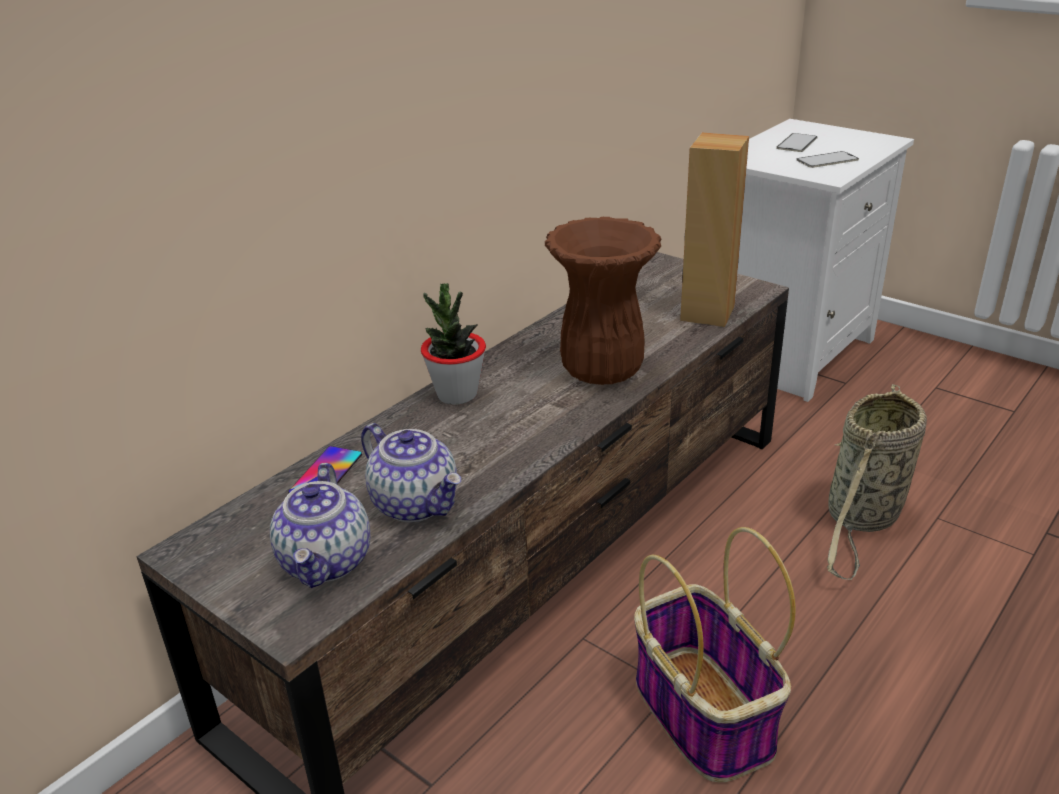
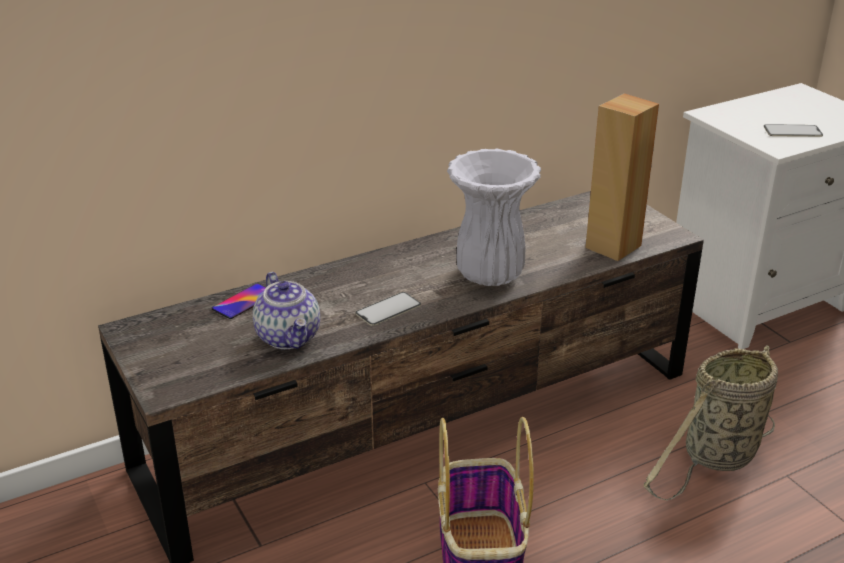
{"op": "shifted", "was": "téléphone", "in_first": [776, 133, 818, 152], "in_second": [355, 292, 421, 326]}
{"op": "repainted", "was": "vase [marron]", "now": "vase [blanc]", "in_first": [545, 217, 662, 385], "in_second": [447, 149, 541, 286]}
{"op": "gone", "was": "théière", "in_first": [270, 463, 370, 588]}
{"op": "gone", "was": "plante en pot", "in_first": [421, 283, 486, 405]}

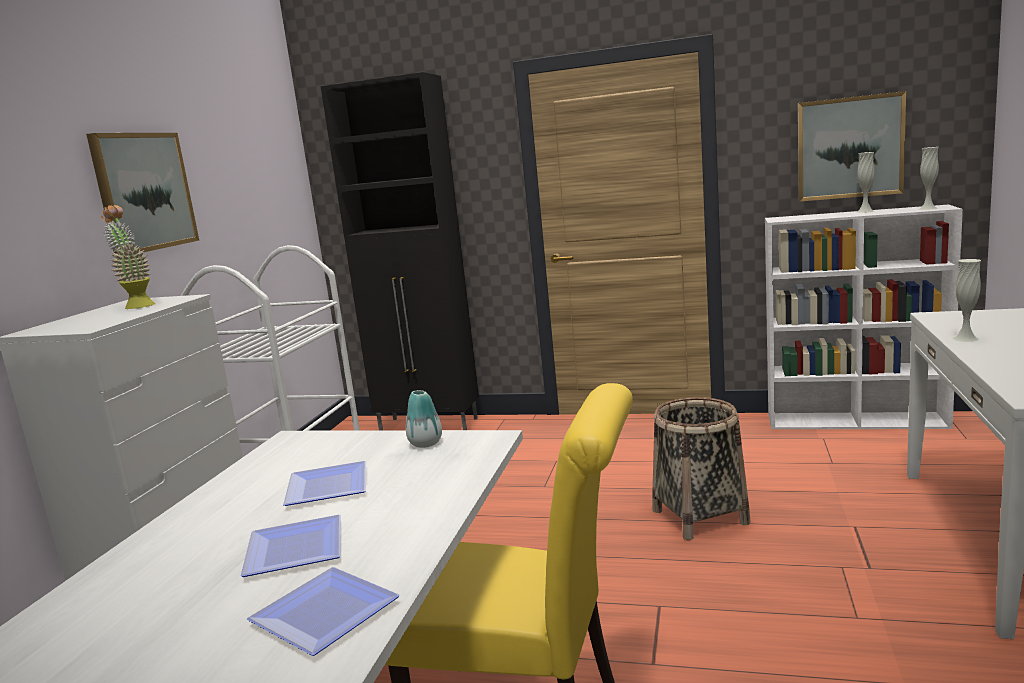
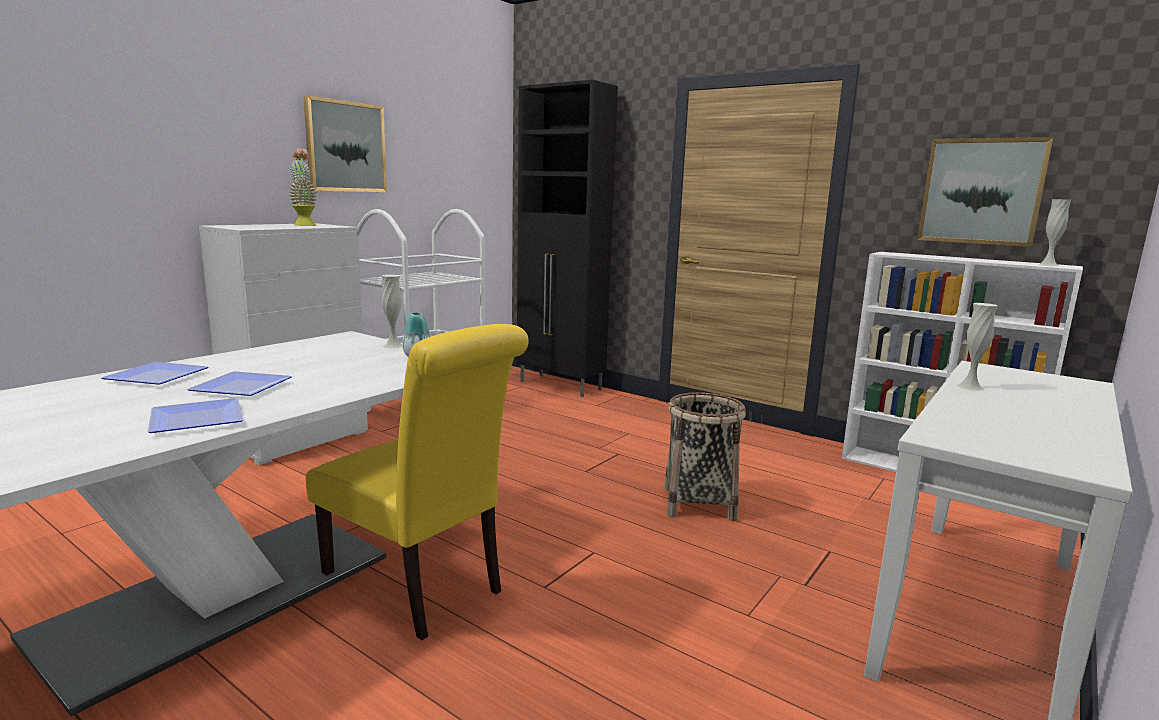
{"op": "shifted", "was": "assiette", "in_first": [283, 461, 366, 506], "in_second": [102, 362, 208, 385]}
{"op": "shifted", "was": "vase [blanc]", "in_first": [857, 152, 874, 213], "in_second": [382, 275, 402, 349]}

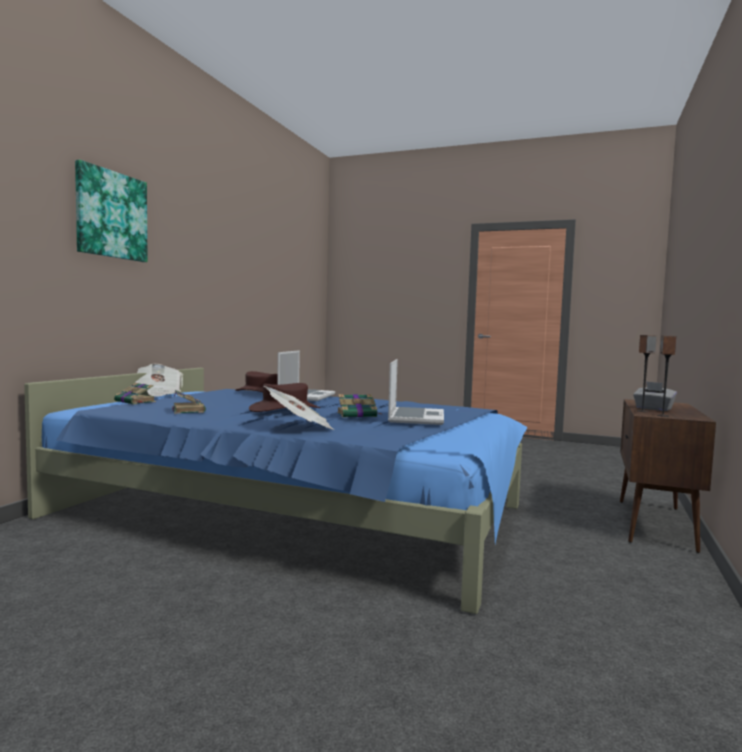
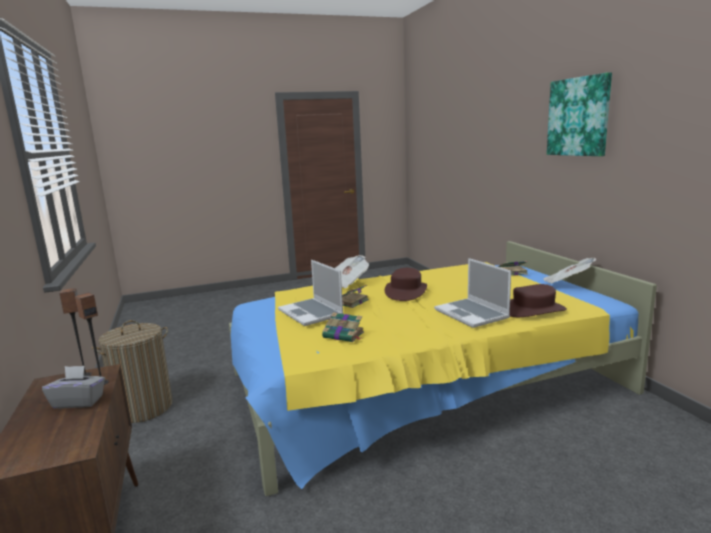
{"op": "new", "now": "panier à linge", "in_second": [92, 320, 172, 423]}
{"op": "repainted", "was": "lit [bleu]", "now": "lit [jaune]", "in_first": [24, 368, 528, 614], "in_second": [229, 241, 657, 496]}
{"op": "shifted", "was": "livre", "in_first": [172, 390, 206, 414], "in_second": [322, 312, 364, 342]}

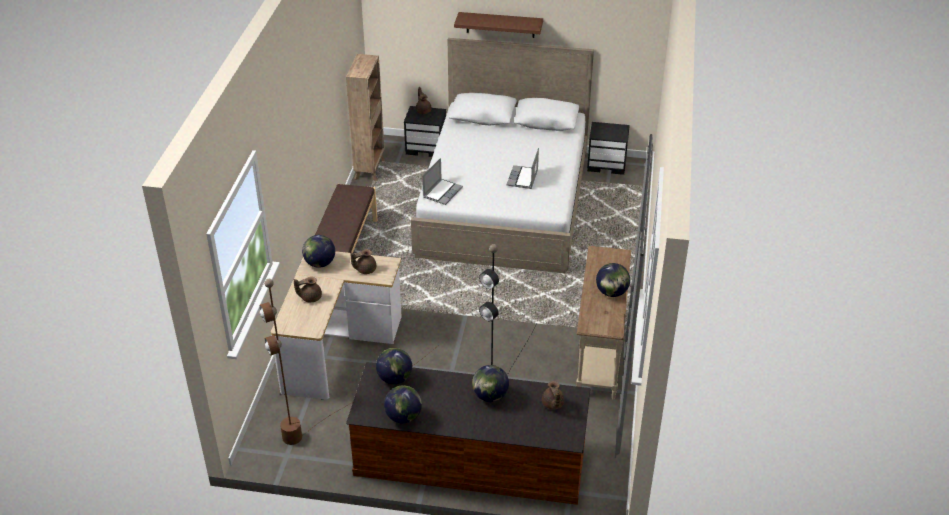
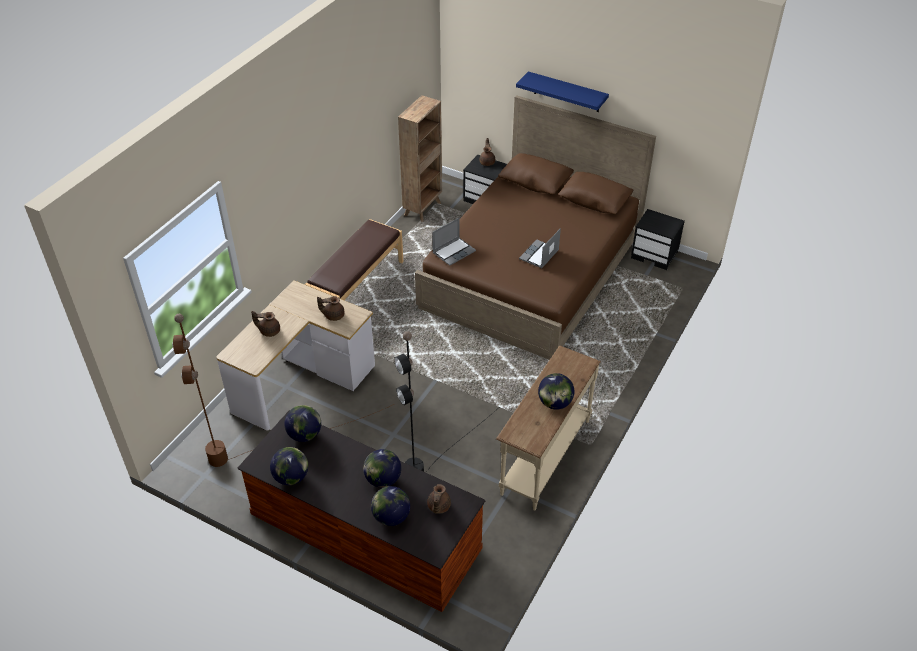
{"op": "shifted", "was": "globe", "in_first": [302, 235, 335, 268], "in_second": [371, 486, 410, 526]}
{"op": "repainted", "was": "lit [blanc]", "now": "lit [marron]", "in_first": [411, 38, 594, 273], "in_second": [415, 95, 656, 360]}
{"op": "repainted", "was": "étagère [marron]", "now": "étagère [bleu]", "in_first": [454, 12, 543, 38], "in_second": [516, 71, 609, 112]}

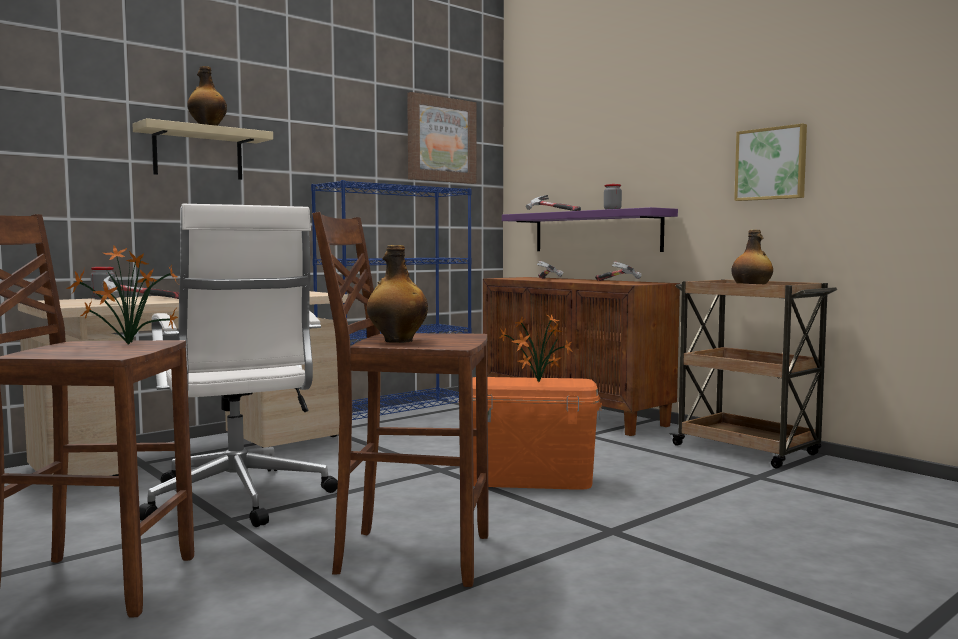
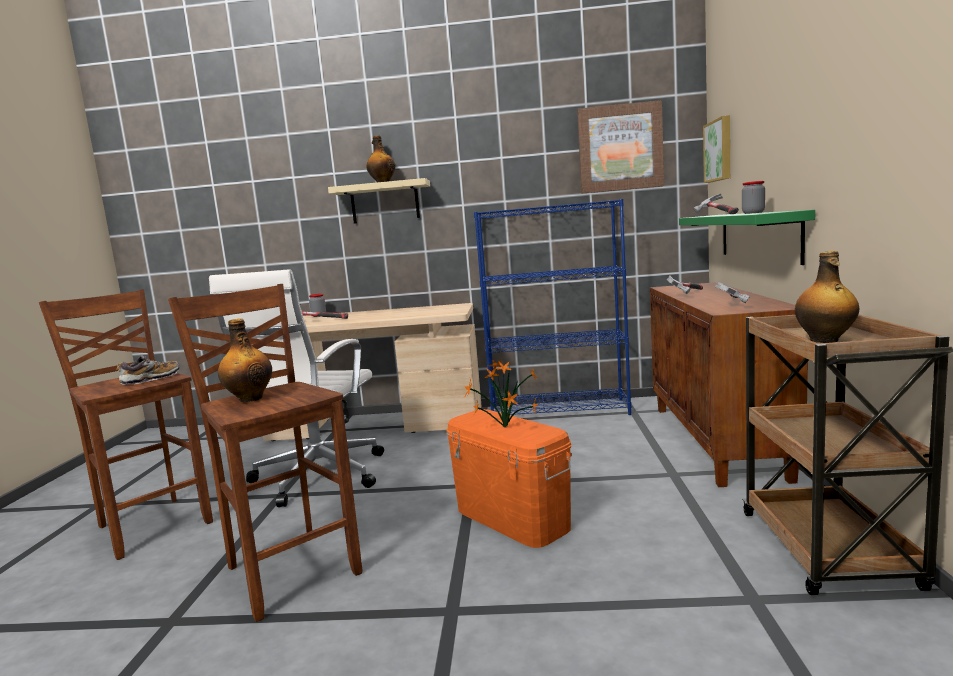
{"op": "swapped", "was": "plante en pot", "now": "chaussure", "in_first": [66, 246, 178, 344], "in_second": [116, 355, 179, 385]}
{"op": "repainted", "was": "étagère [violet]", "now": "étagère [vert]", "in_first": [502, 207, 678, 252], "in_second": [679, 210, 815, 265]}
{"op": "shifted", "was": "tableau", "in_first": [734, 123, 807, 201], "in_second": [703, 115, 730, 183]}

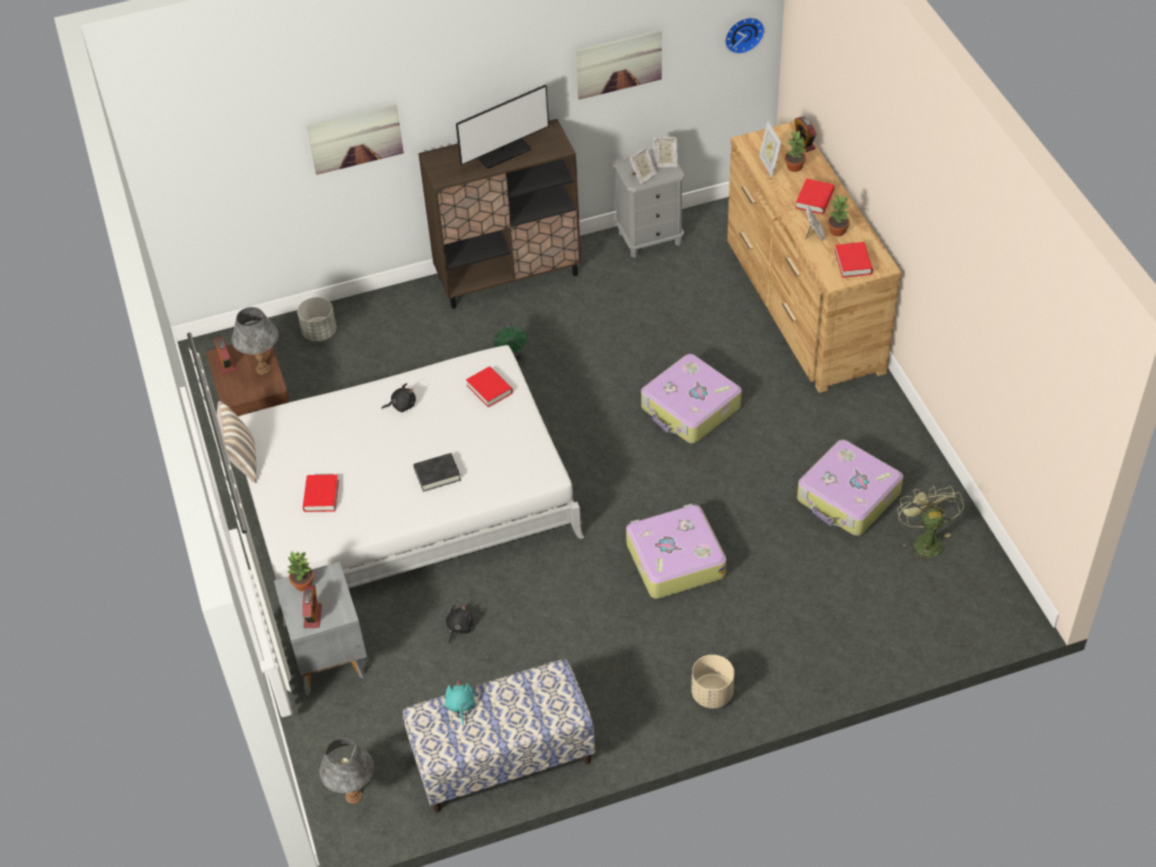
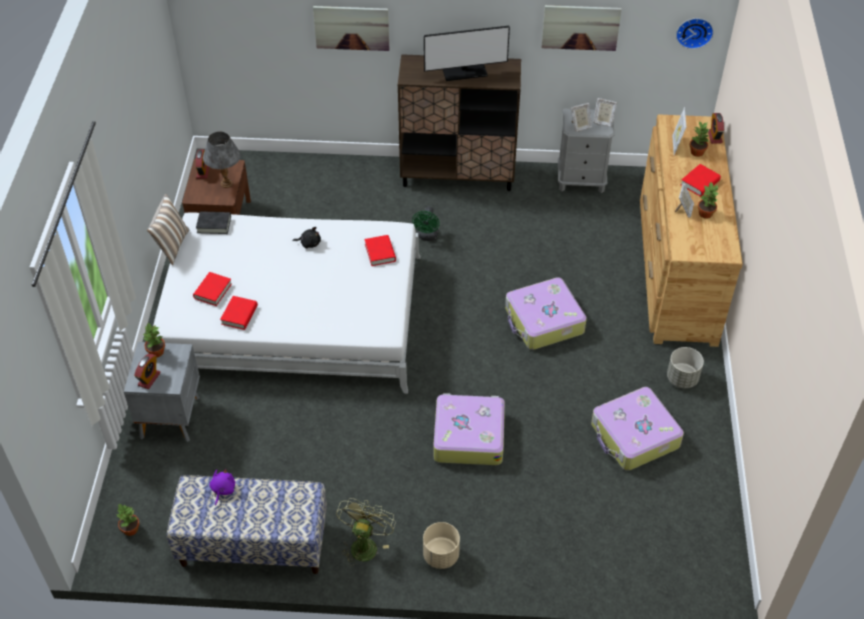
{"op": "swapped", "was": "lampe de table [gris]", "now": "plante en pot", "in_first": [319, 738, 374, 804], "in_second": [116, 504, 139, 536]}
{"op": "shifted", "was": "livre [noir]", "in_first": [413, 453, 461, 492], "in_second": [196, 211, 231, 234]}
{"op": "repainted", "was": "peluche [turquoise]", "now": "peluche [violet]", "in_first": [445, 680, 475, 725], "in_second": [210, 468, 235, 506]}
{"op": "shifted", "was": "livre [rouge]", "in_first": [835, 242, 873, 278], "in_second": [220, 296, 258, 330]}
{"op": "shifted", "was": "ventilateur [vert]", "in_first": [897, 485, 964, 565], "in_second": [336, 498, 396, 566]}
{"op": "shifted", "was": "cache-pot [gris]", "in_first": [297, 297, 336, 342], "in_second": [667, 347, 704, 388]}
{"op": "gone", "was": "peluche [noir]", "in_first": [446, 605, 473, 643]}

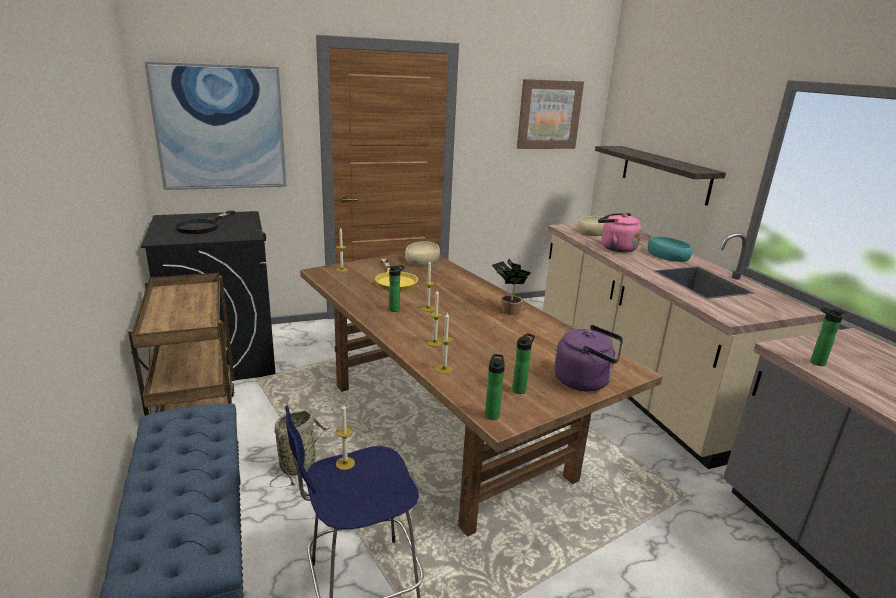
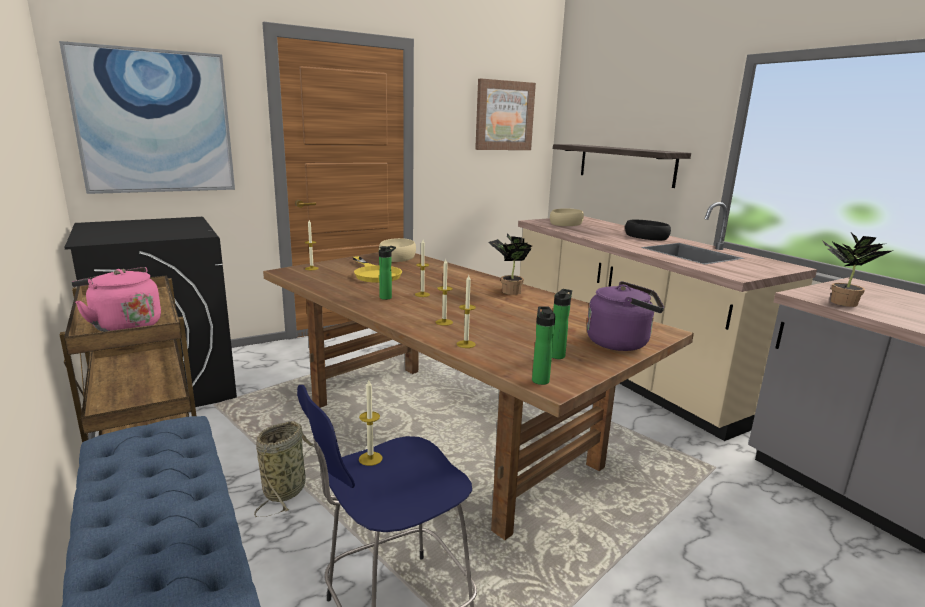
{"op": "shifted", "was": "bouilloire [rose]", "in_first": [598, 213, 642, 252], "in_second": [72, 267, 161, 332]}
{"op": "repainted", "was": "bol [turquoise]", "now": "bol [noir]", "in_first": [648, 236, 693, 262], "in_second": [625, 220, 671, 240]}
{"op": "swapped", "was": "bouteille", "now": "plante en pot", "in_first": [810, 307, 845, 366], "in_second": [822, 233, 892, 307]}
{"op": "gone", "was": "poêle [noir]", "in_first": [174, 210, 235, 234]}

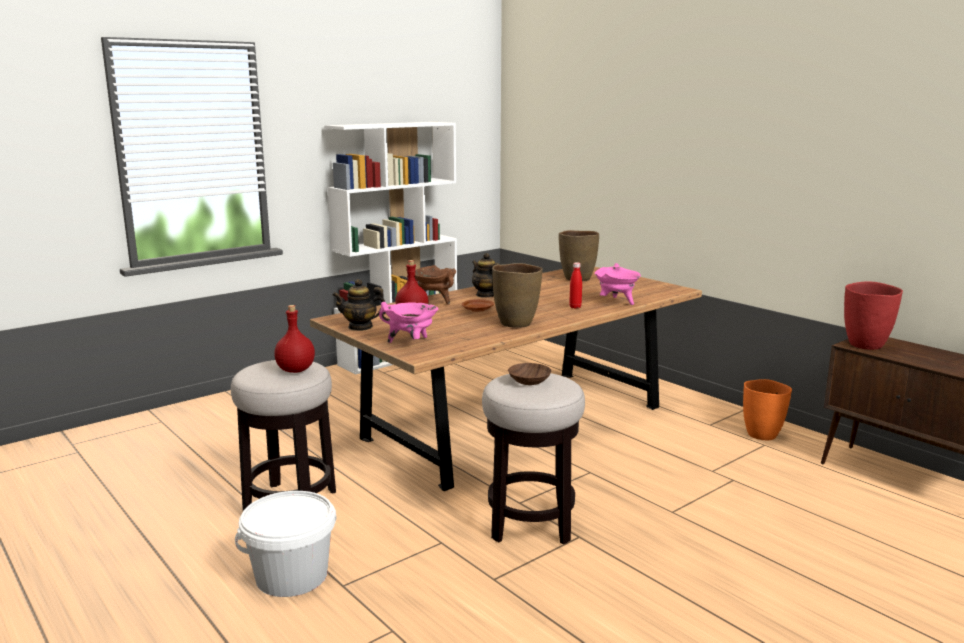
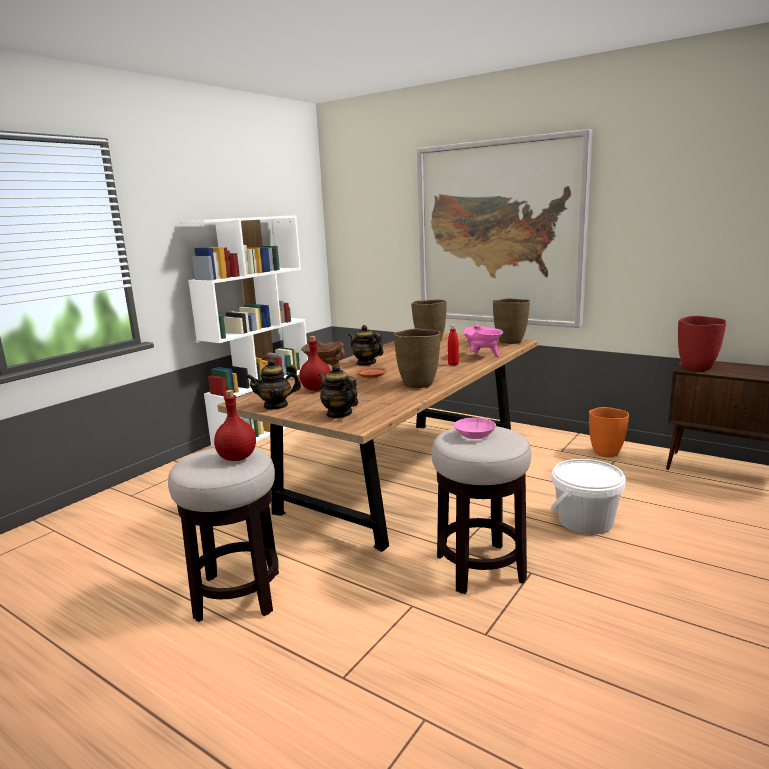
{"op": "swapped", "was": "marmite [rose]", "now": "théière", "in_first": [379, 302, 438, 343], "in_second": [319, 364, 358, 418]}
{"op": "new", "now": "tableau", "in_second": [417, 129, 593, 328]}
{"op": "repainted", "was": "bol [marron]", "now": "bol [rose]", "in_first": [508, 363, 552, 385], "in_second": [454, 418, 496, 439]}
{"op": "new", "now": "vase [marron]", "in_second": [493, 298, 530, 344]}
{"op": "shifted", "was": "seau [blanc]", "in_first": [235, 491, 337, 597], "in_second": [551, 459, 626, 535]}

